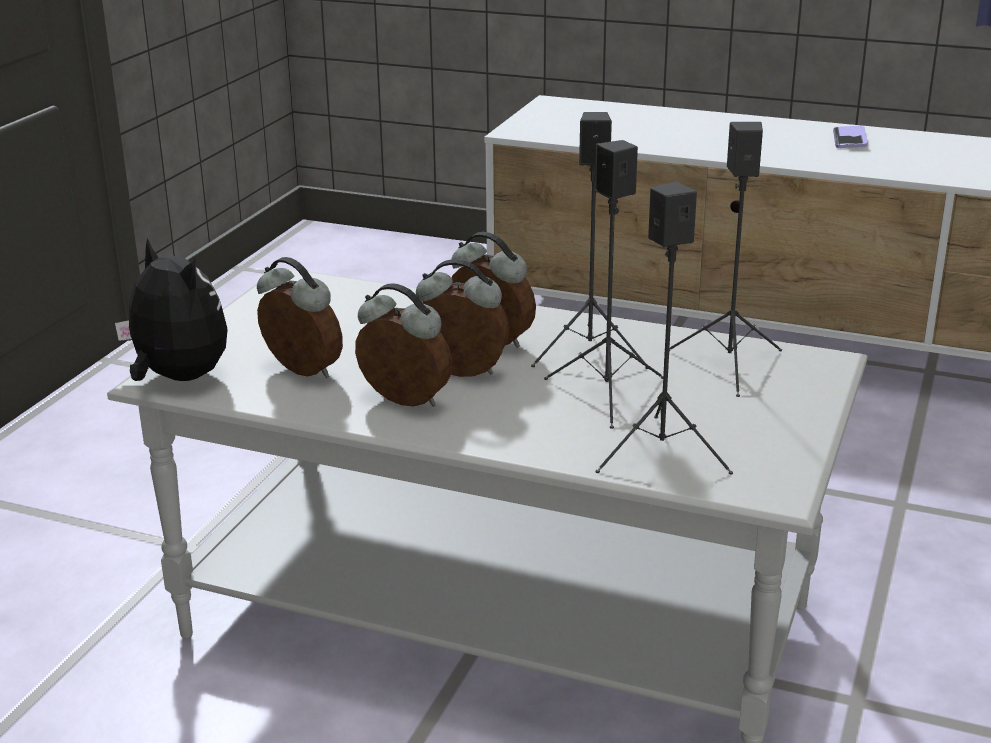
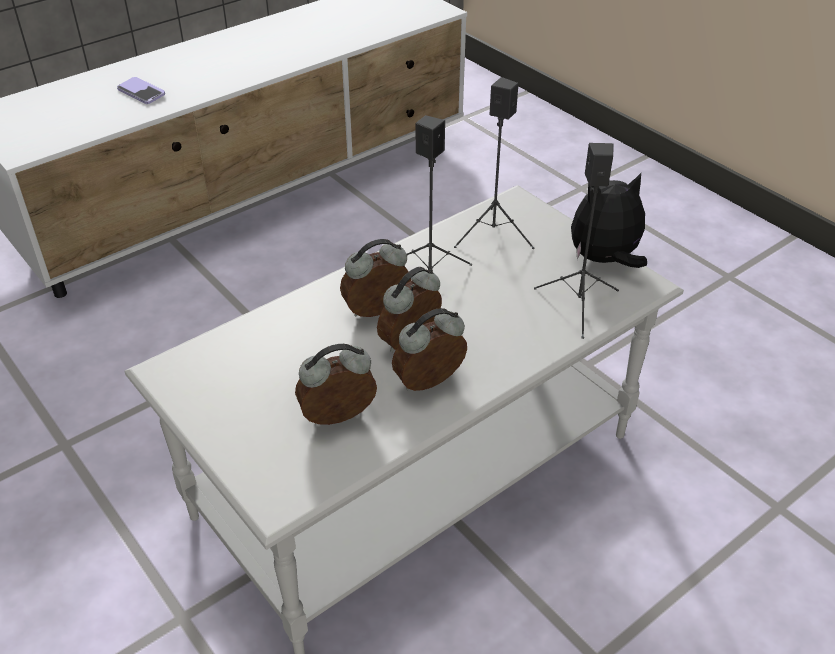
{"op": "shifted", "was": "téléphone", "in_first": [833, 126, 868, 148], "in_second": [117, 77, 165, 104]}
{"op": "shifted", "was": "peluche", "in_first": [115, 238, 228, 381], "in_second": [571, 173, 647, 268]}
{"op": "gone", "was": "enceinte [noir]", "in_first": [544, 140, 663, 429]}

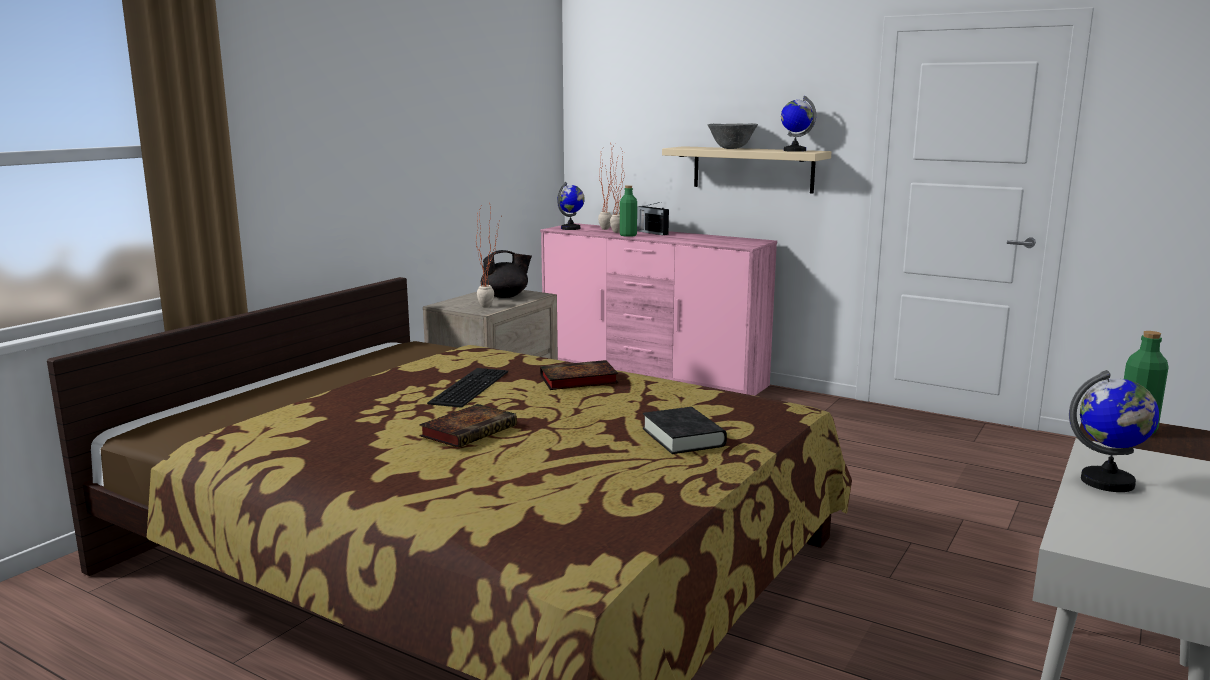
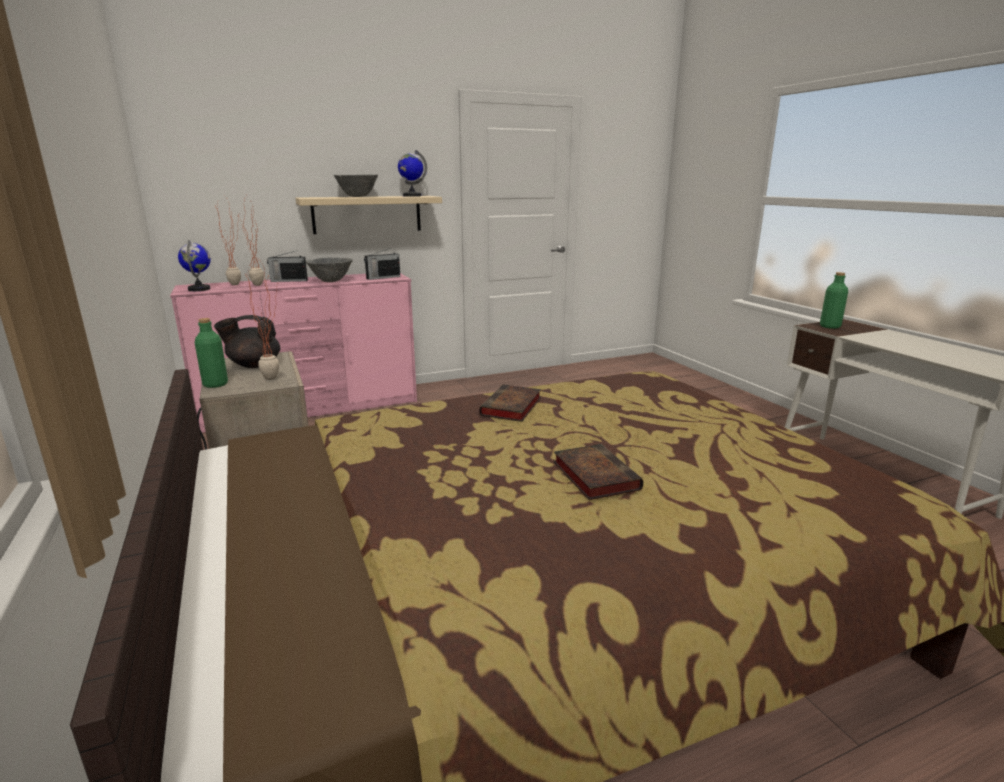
{"op": "shifted", "was": "bouteille [vert]", "in_first": [620, 185, 637, 237], "in_second": [195, 318, 228, 388]}
{"op": "rotated", "was": "théière [noir]", "in_first": [481, 250, 532, 298], "in_second": [214, 315, 280, 368], "clockwise": -120}
{"op": "new", "now": "bol [gris]", "in_second": [306, 258, 353, 282]}
{"op": "new", "now": "radio", "in_second": [364, 248, 400, 280]}
{"op": "gone", "was": "clavier", "in_first": [427, 368, 508, 408]}
{"op": "gone", "was": "livre [noir]", "in_first": [643, 407, 727, 454]}
{"op": "gone", "was": "globe", "in_first": [1069, 370, 1159, 492]}

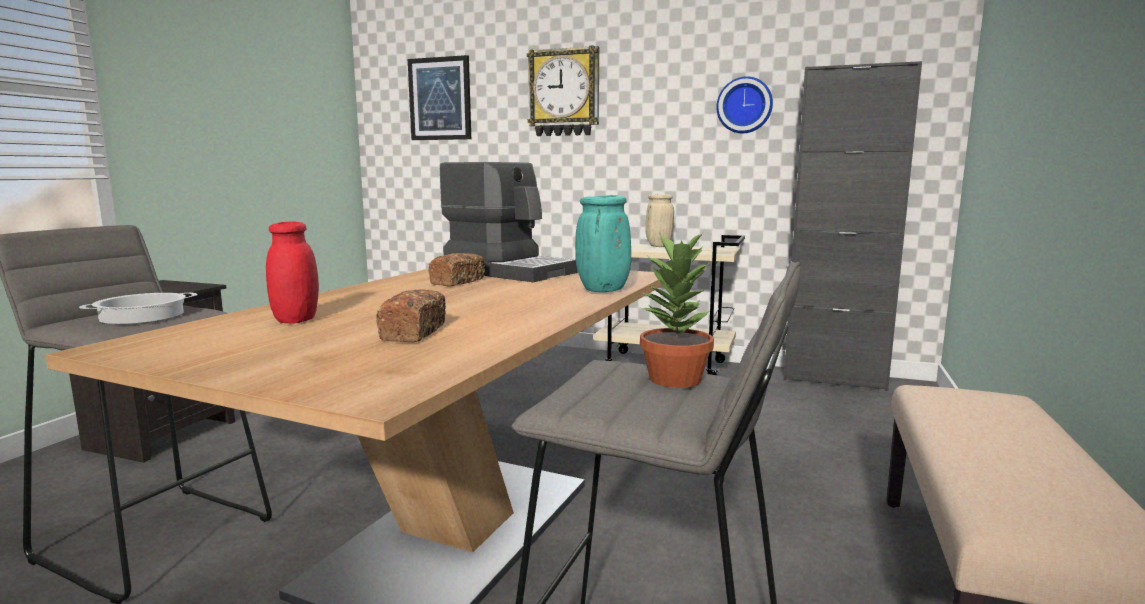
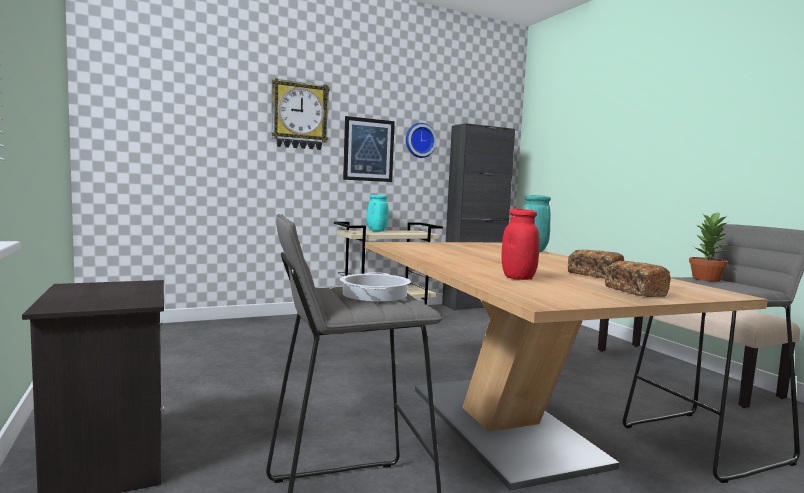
{"op": "shifted", "was": "tableau", "in_first": [408, 55, 471, 140], "in_second": [343, 116, 395, 182]}
{"op": "repainted", "was": "vase [beige]", "now": "vase [turquoise]", "in_first": [645, 194, 674, 247], "in_second": [367, 195, 389, 232]}
{"op": "shifted", "was": "pain", "in_first": [428, 253, 485, 286], "in_second": [605, 261, 671, 297]}
{"op": "gone", "was": "machine à café", "in_first": [440, 162, 577, 282]}

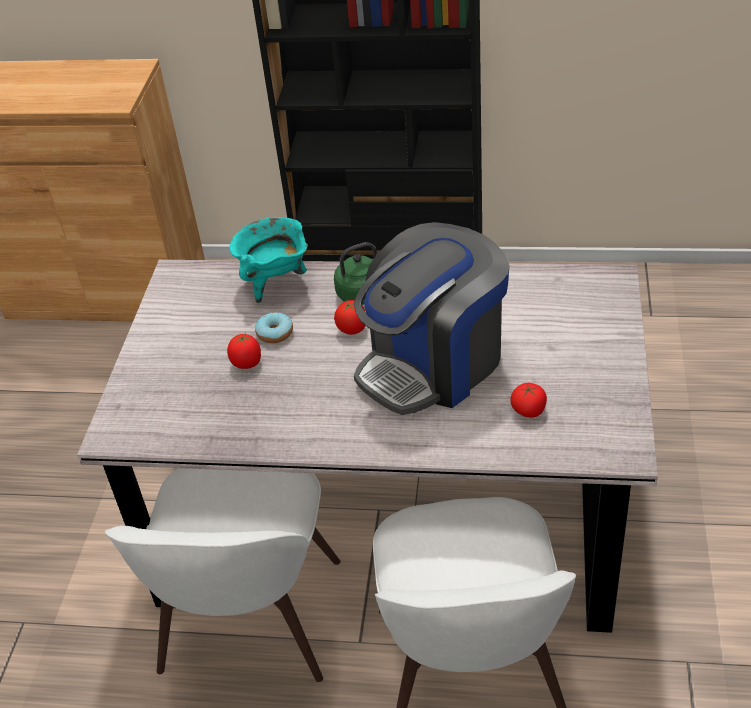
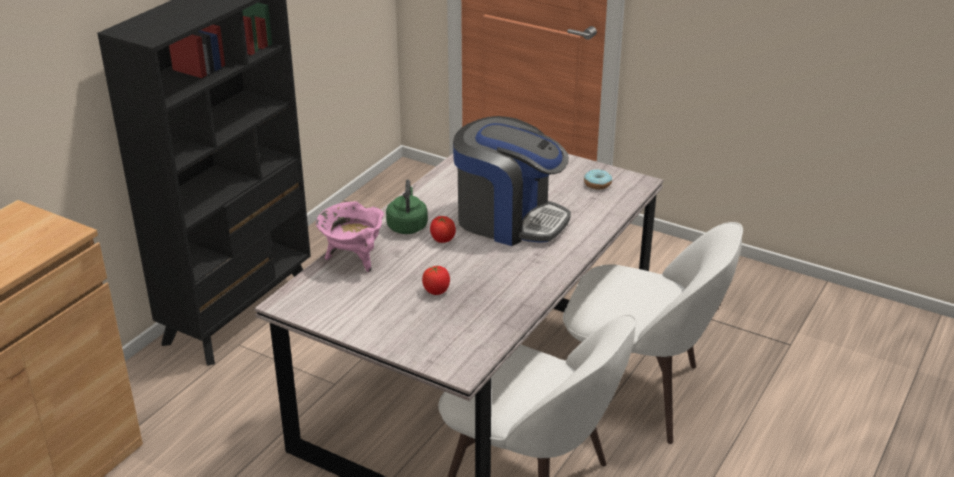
{"op": "repainted", "was": "marmite [turquoise]", "now": "marmite [rose]", "in_first": [229, 217, 308, 303], "in_second": [316, 202, 384, 272]}
{"op": "rotated", "was": "machine à café", "in_first": [354, 222, 510, 415], "in_second": [453, 116, 571, 246], "clockwise": -45}
{"op": "shifted", "was": "beignet", "in_first": [255, 312, 293, 343], "in_second": [584, 169, 612, 190]}
{"op": "gone", "was": "tomate", "in_first": [510, 383, 547, 418]}

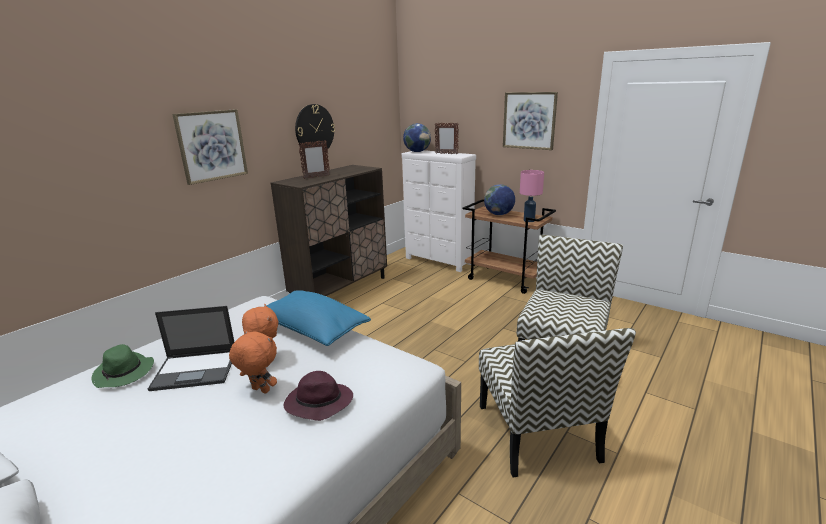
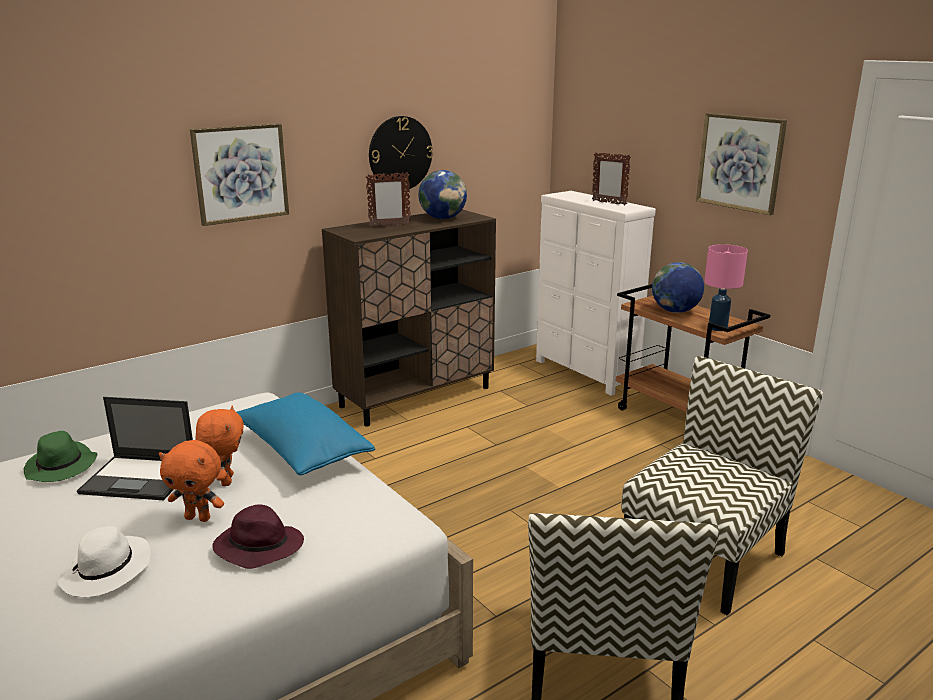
{"op": "new", "now": "chapeau [blanc]", "in_second": [57, 526, 151, 597]}
{"op": "rotated", "was": "peluche [orange]", "in_first": [229, 330, 277, 394], "in_second": [159, 440, 224, 522], "clockwise": 150}
{"op": "shifted", "was": "globe", "in_first": [403, 123, 431, 152], "in_second": [418, 170, 467, 219]}

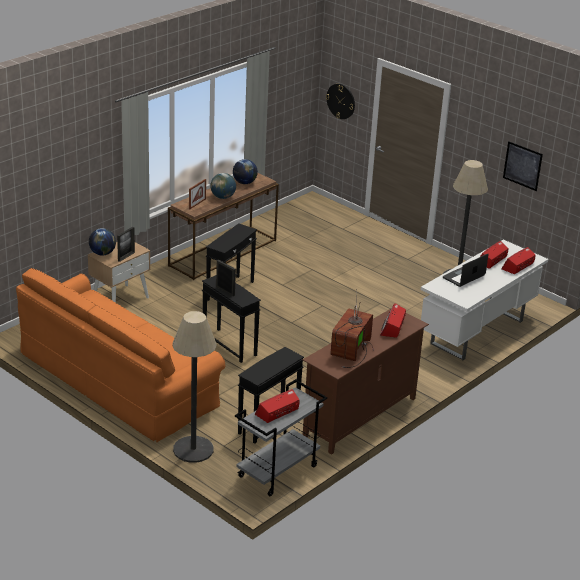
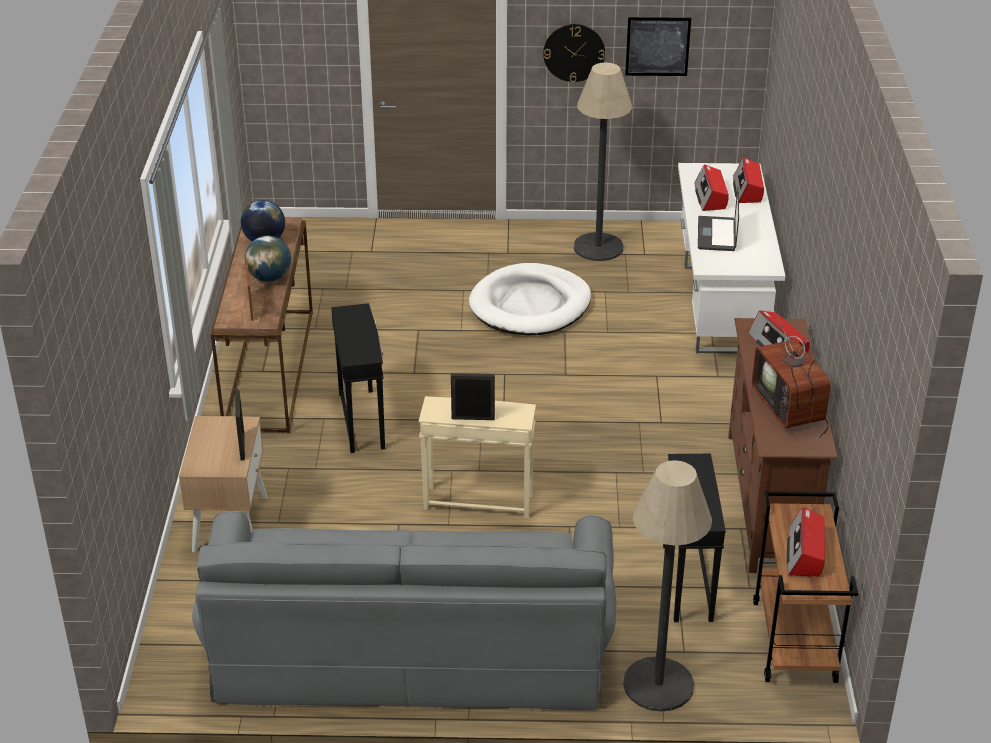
{"op": "repainted", "was": "canapé [orange]", "now": "canapé [gris]", "in_first": [16, 268, 225, 442], "in_second": [192, 511, 616, 709]}
{"op": "repainted", "was": "table d'appoint [noir]", "now": "table d'appoint [beige]", "in_first": [202, 275, 261, 363], "in_second": [419, 396, 536, 518]}
{"op": "new", "now": "panier pour chien [blanc]", "in_second": [469, 263, 591, 335]}
{"op": "shifted", "was": "horloge murale", "in_first": [326, 84, 355, 119], "in_second": [543, 24, 605, 82]}
{"op": "repainted", "was": "chariot [gris]", "now": "chariot [marron]", "in_first": [235, 379, 327, 496], "in_second": [753, 491, 858, 683]}
{"op": "gone", "was": "globe", "in_first": [89, 228, 116, 256]}

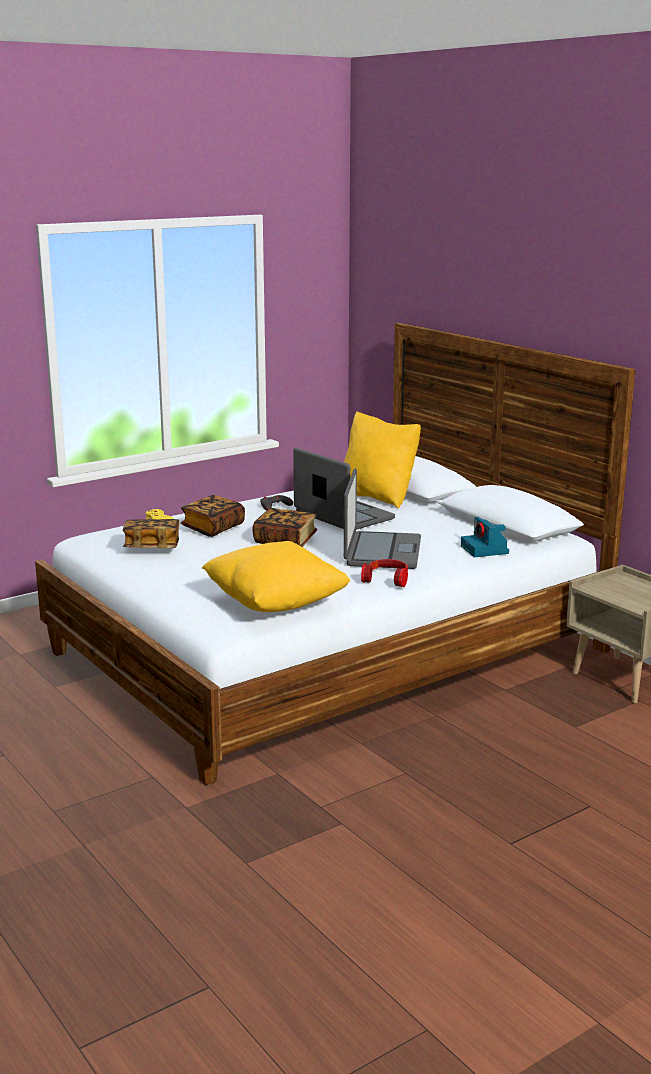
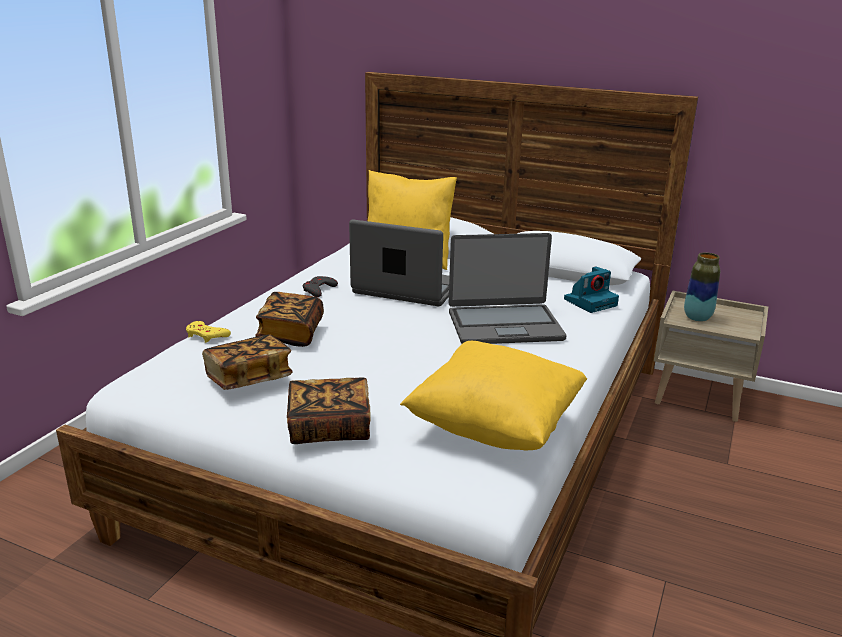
{"op": "shifted", "was": "livre", "in_first": [252, 508, 317, 547], "in_second": [287, 378, 371, 444]}
{"op": "rotated", "was": "ordinateur portable", "in_first": [344, 468, 421, 569], "in_second": [449, 233, 567, 344], "clockwise": 105}
{"op": "rotated", "was": "appareil photo", "in_first": [461, 517, 509, 557], "in_second": [564, 266, 619, 313], "clockwise": -75}
{"op": "new", "now": "vase", "in_second": [684, 252, 720, 322]}
{"op": "gone", "was": "casque audio", "in_first": [361, 559, 408, 587]}

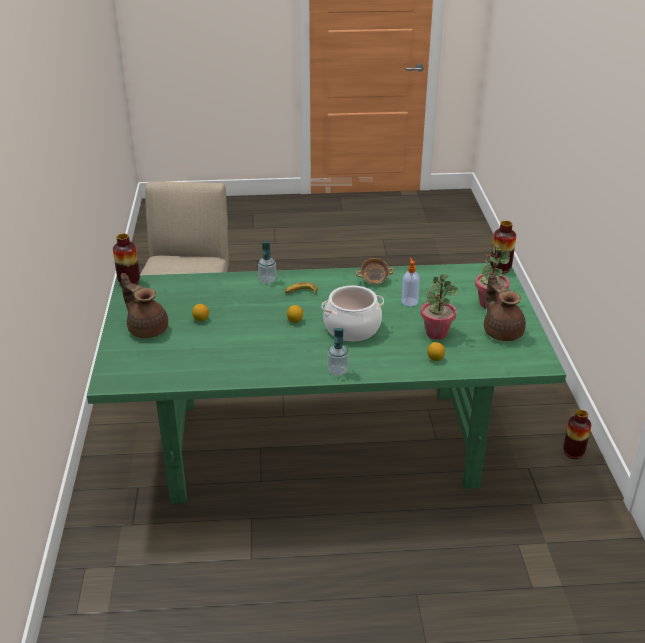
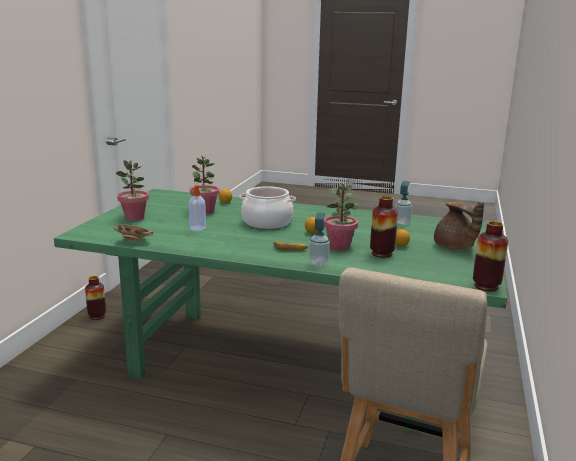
{"op": "shifted", "was": "bol", "in_first": [356, 258, 394, 284], "in_second": [113, 224, 153, 241]}
{"op": "new", "now": "plante en pot", "in_second": [324, 183, 359, 250]}
{"op": "shifted", "was": "vase", "in_first": [490, 221, 516, 274], "in_second": [370, 196, 398, 258]}
{"op": "shifted", "was": "distributeur de savon", "in_first": [328, 328, 349, 376], "in_second": [395, 181, 412, 225]}
{"op": "gone", "was": "théière [marron]", "in_first": [484, 272, 526, 341]}

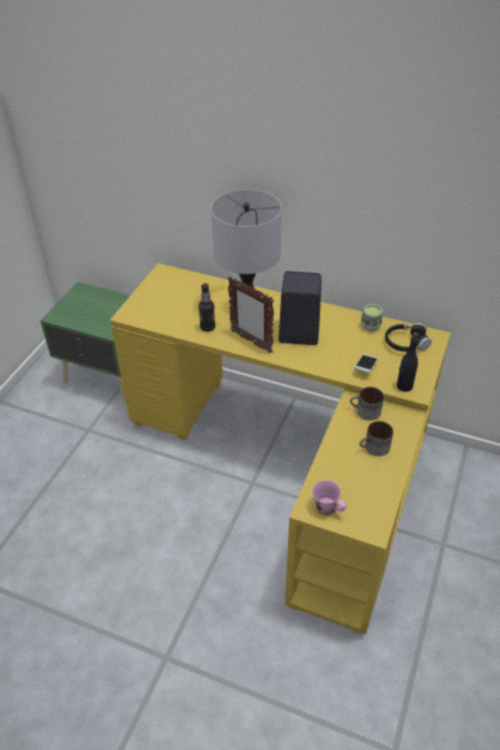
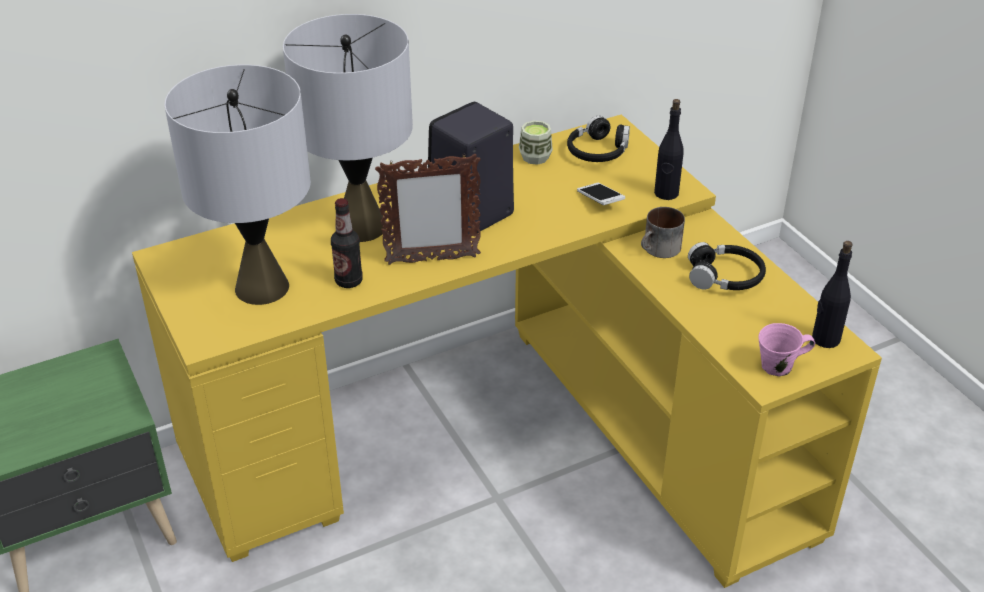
{"op": "new", "now": "lampe de table [gris]", "in_second": [164, 65, 311, 305]}
{"op": "swapped", "was": "mug", "now": "casque audio [noir]", "in_first": [359, 421, 393, 456], "in_second": [688, 242, 766, 290]}
{"op": "new", "now": "bouteille [noir]", "in_second": [812, 241, 853, 348]}

